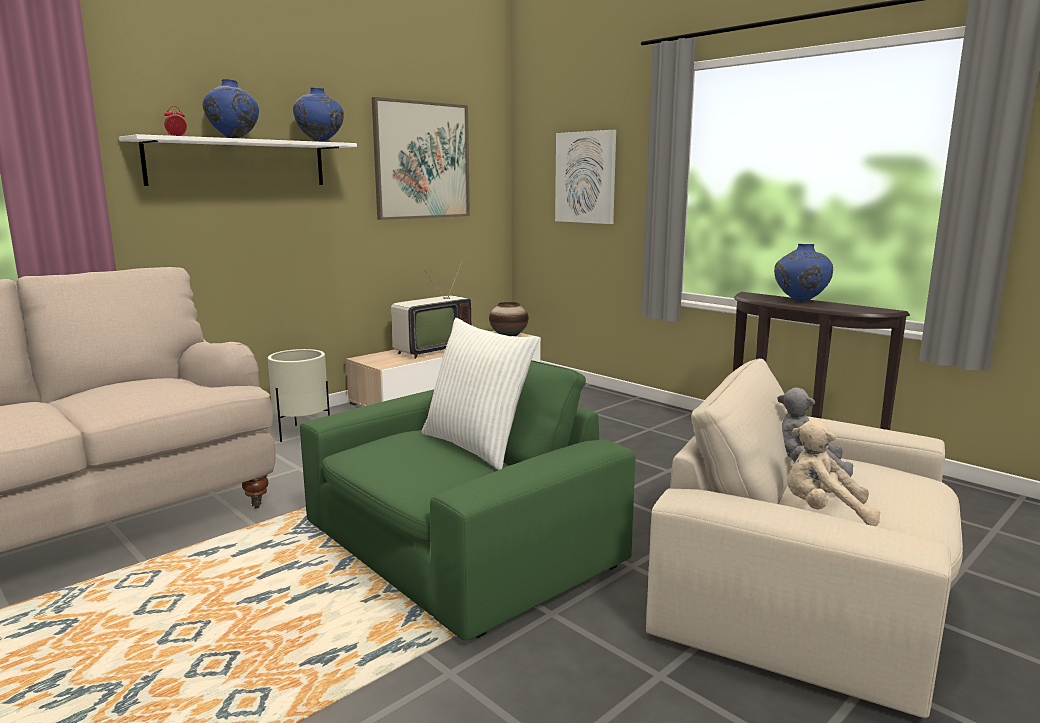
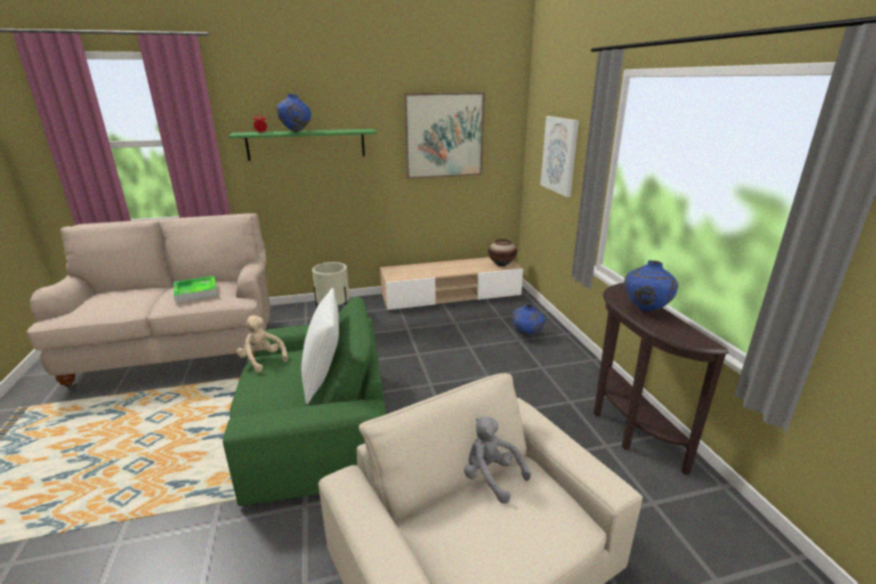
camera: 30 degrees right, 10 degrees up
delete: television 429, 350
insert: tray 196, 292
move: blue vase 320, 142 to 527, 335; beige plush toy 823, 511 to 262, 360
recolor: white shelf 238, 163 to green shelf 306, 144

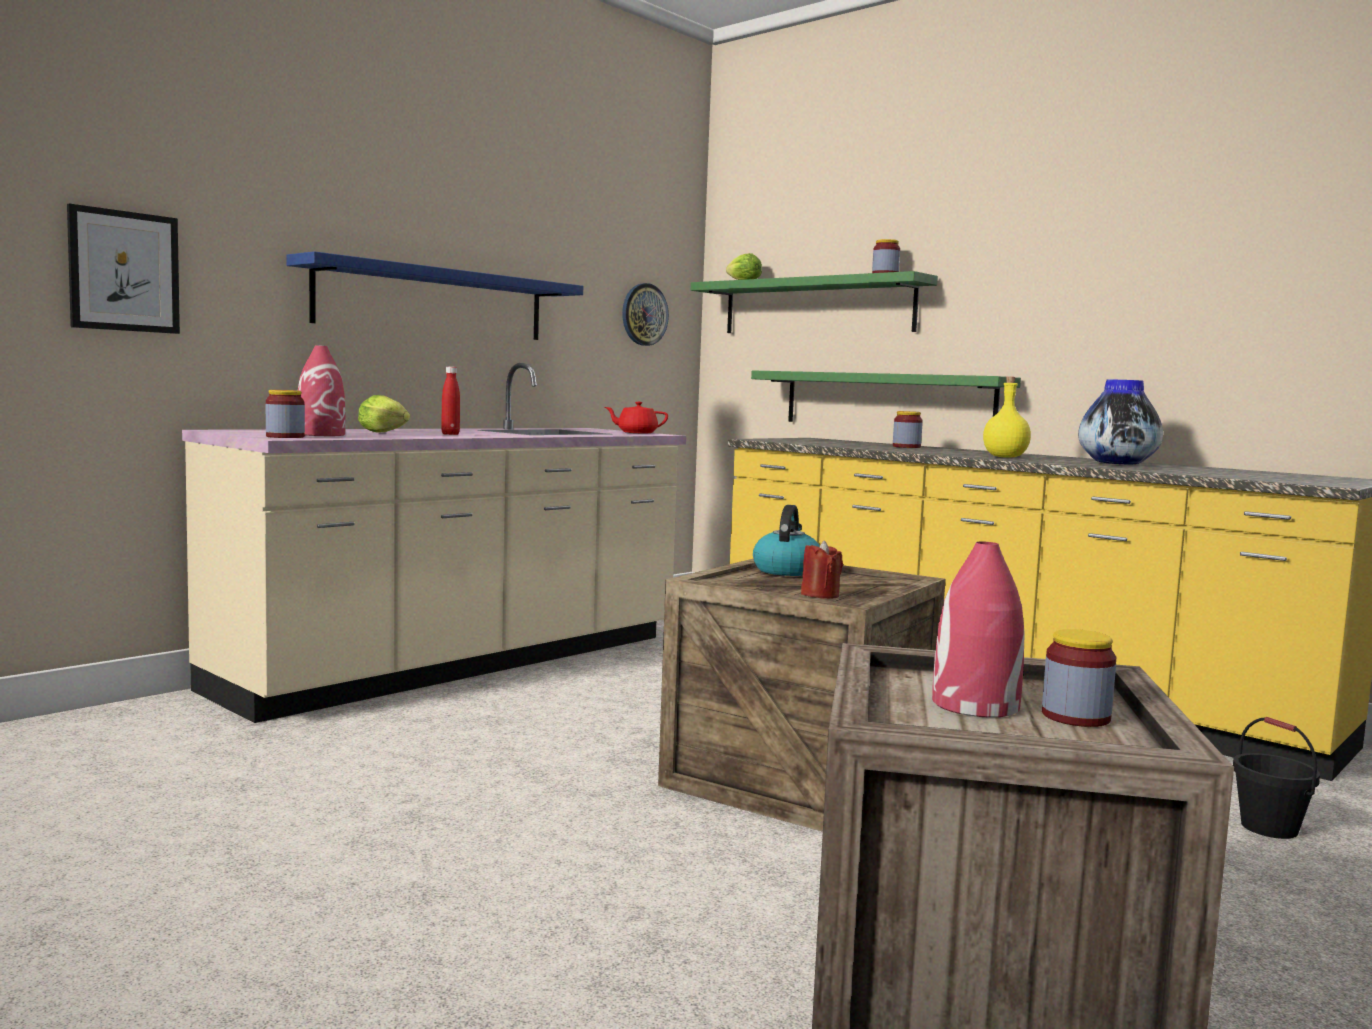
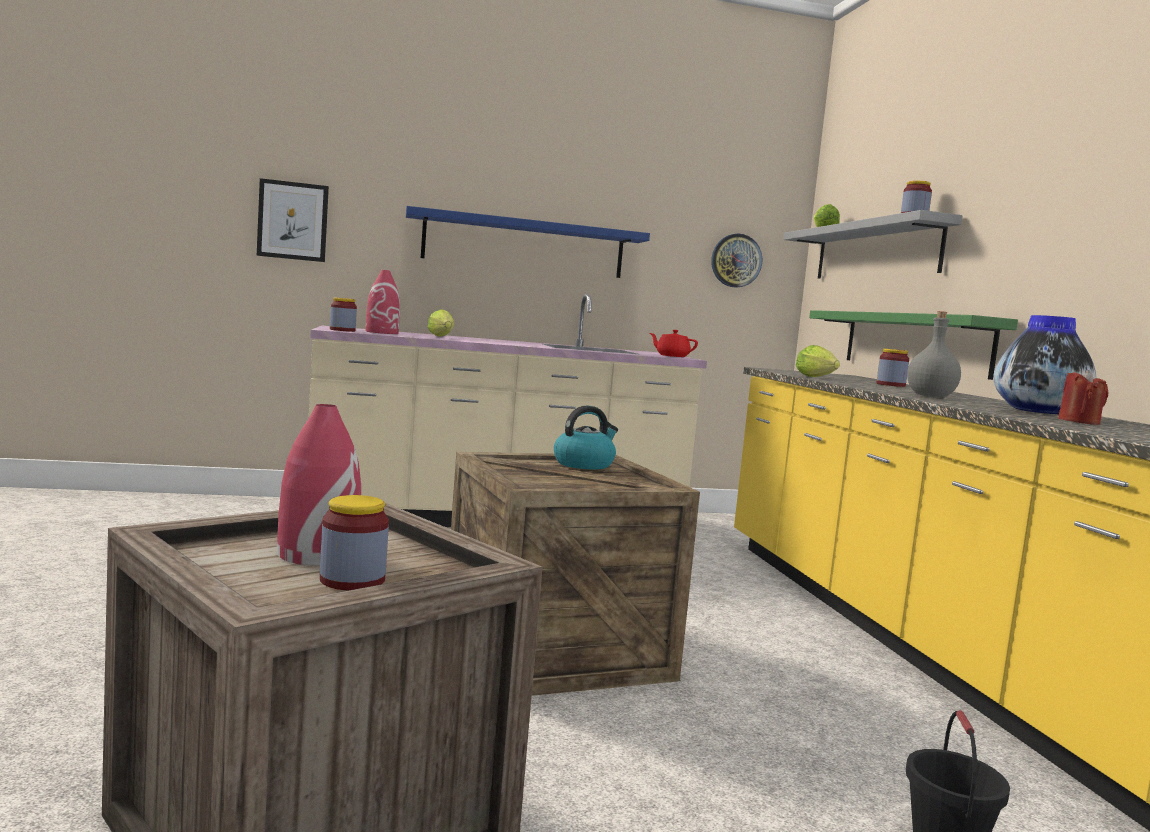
camera: 35 degrees right, 0 degrees up
delete: red bottle 450, 434
insert: lettuce 817, 377
move: red candle 820, 595 to 1079, 422
recolor: green shelf 816, 307 to grey shelf 875, 251; yellow bottle 1004, 457 to grey bottle 930, 396

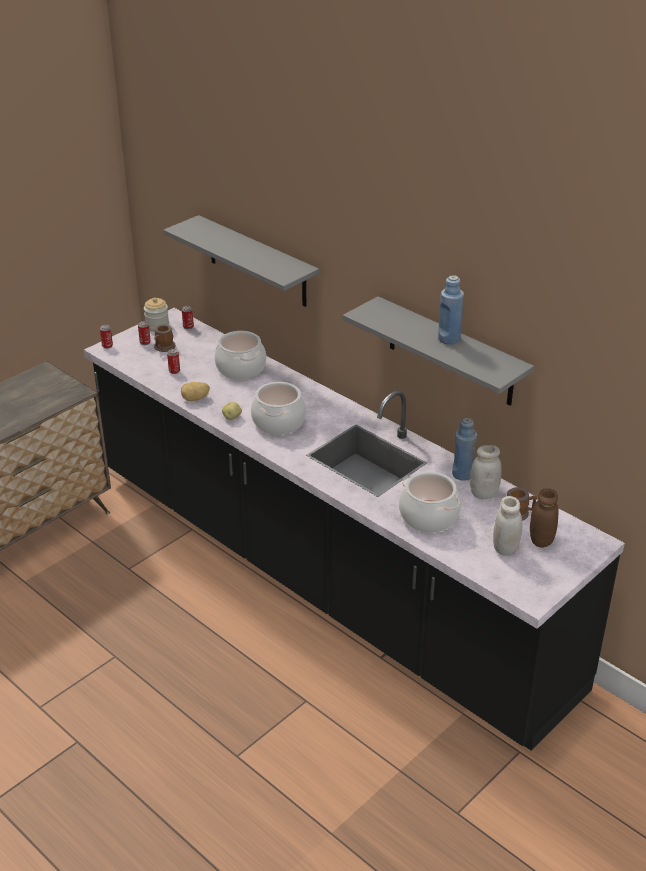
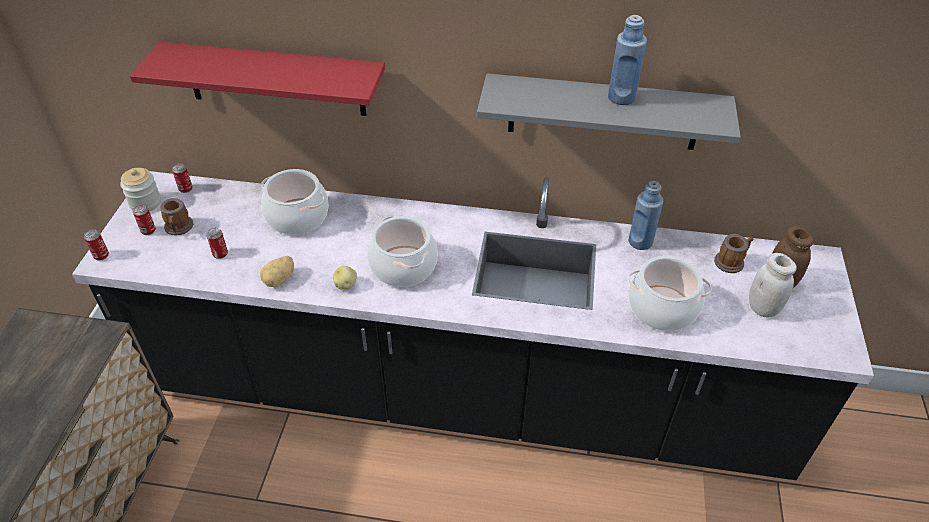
camera: 35 degrees left, 10 degrees up
delete: white jar 483, 494
recolor: grey shelf 257, 262 to red shelf 275, 79

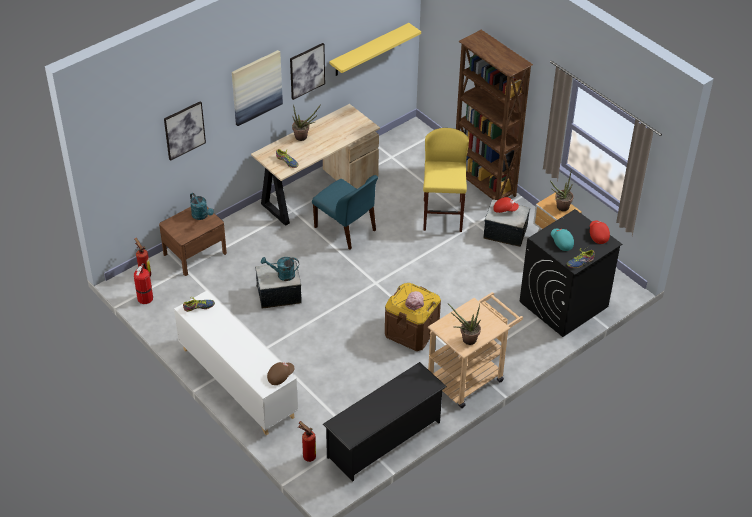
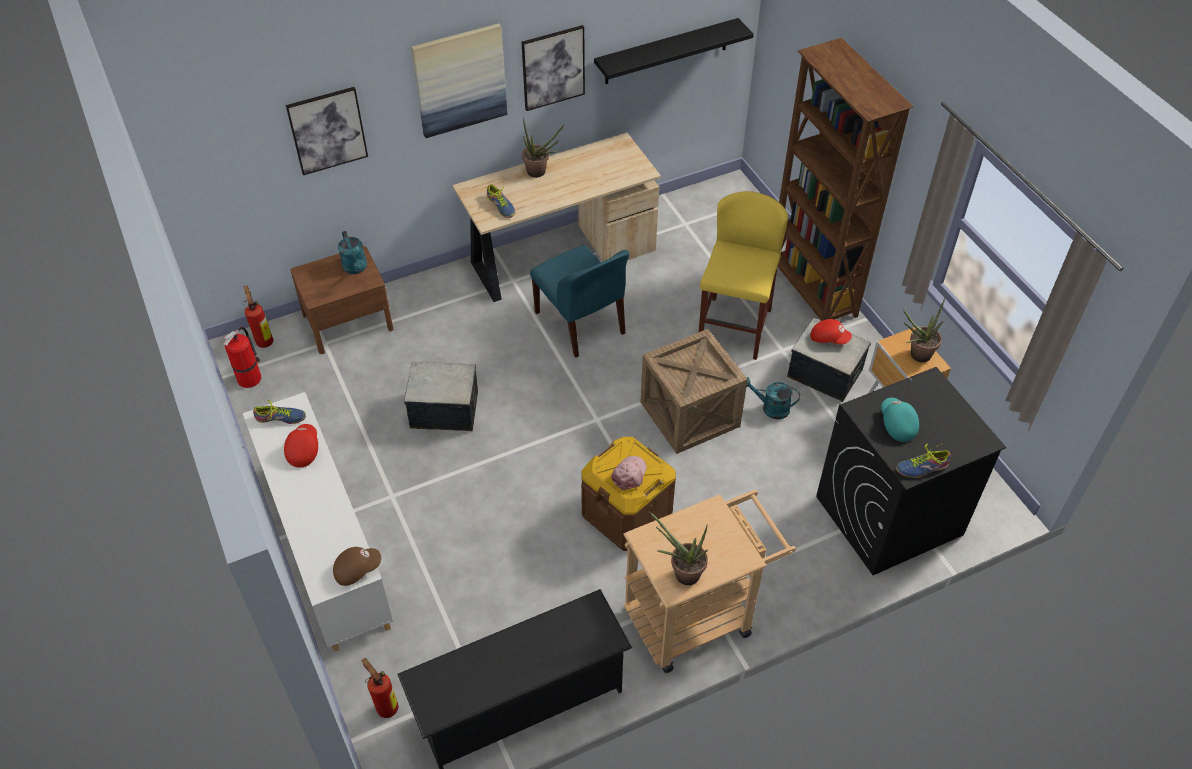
camera: 15 degrees right, 5 degrees up
insert: crate 690, 414
move: red cap 597, 235 to 303, 450; turquoise watering can 282, 275 to 770, 408
recolor: yellow shelf 369, 50 to black shelf 666, 52

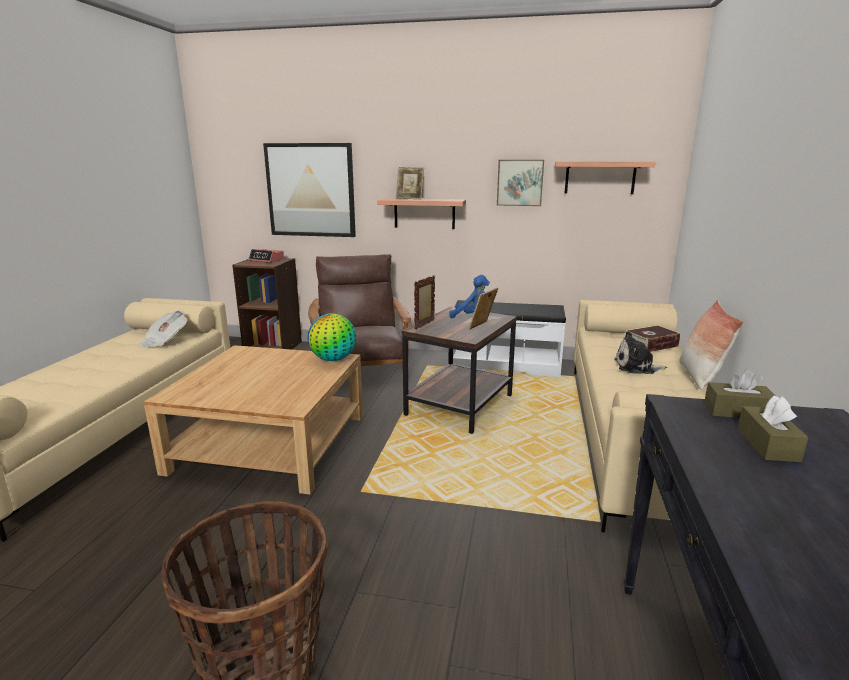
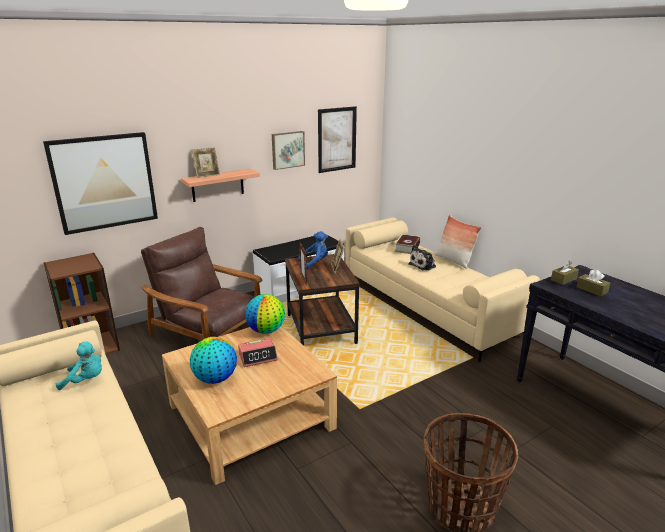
camera: 45 degrees left, 5 degrees up
insert: globe 215, 379
move: alarm clock 267, 260 to 258, 357
replace: shelf 600, 177 to picture 337, 139; newspaper 164, 341 to turquoise plush toy 86, 380

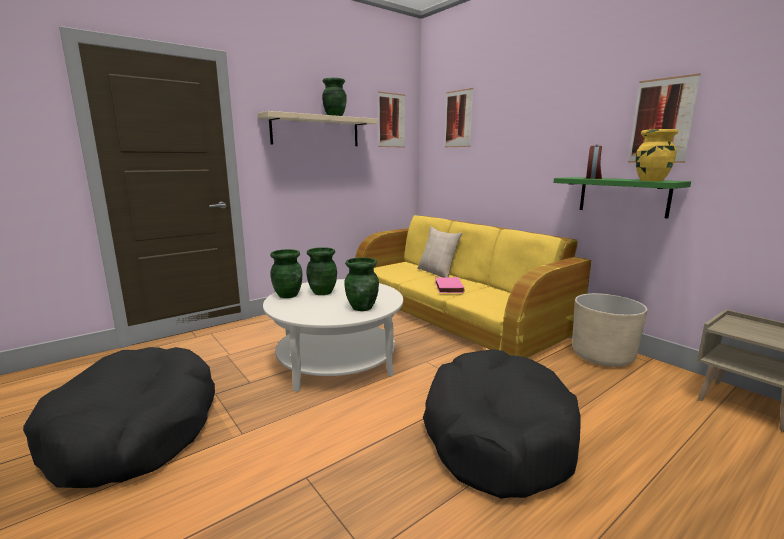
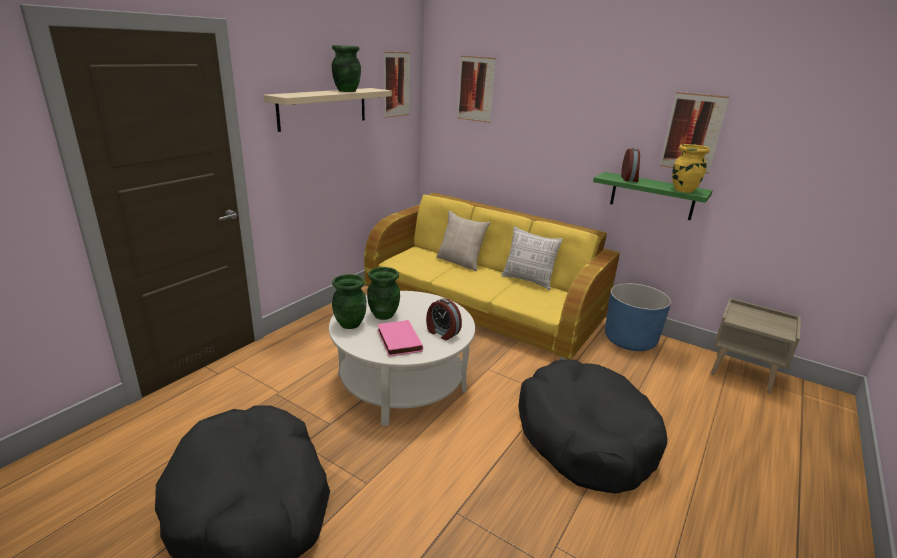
camera: 20 degrees left, 10 degrees up
insert: pillow 528, 280
move: pink book 447, 287 to 397, 341
replace: green vase 362, 307 to alarm clock 442, 333
recolor: beige planter 602, 356 to blue planter 630, 340

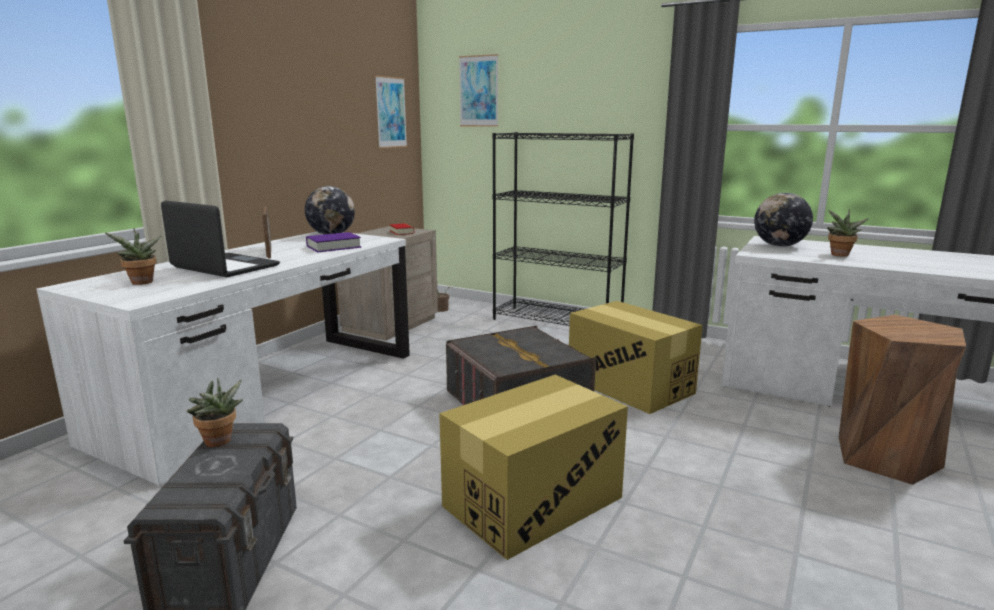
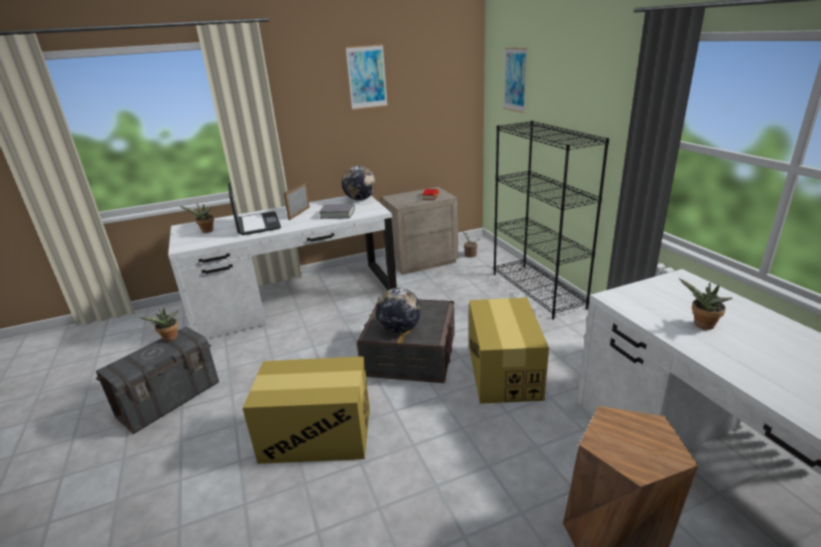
camera: 40 degrees right, 10 degrees up
move: picture 391, 112 to 367, 77; globe 779, 246 to 399, 329
recolor: purple book 333, 247 to grey book 337, 214

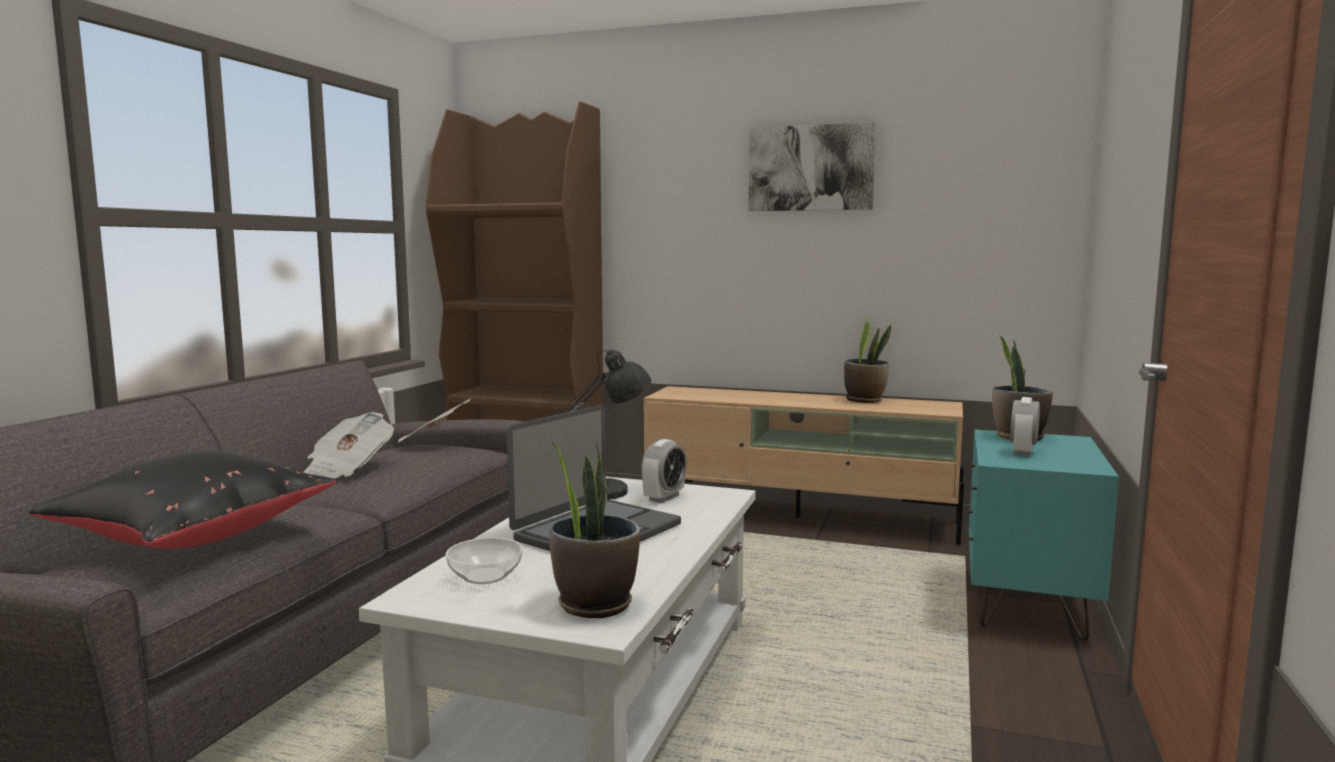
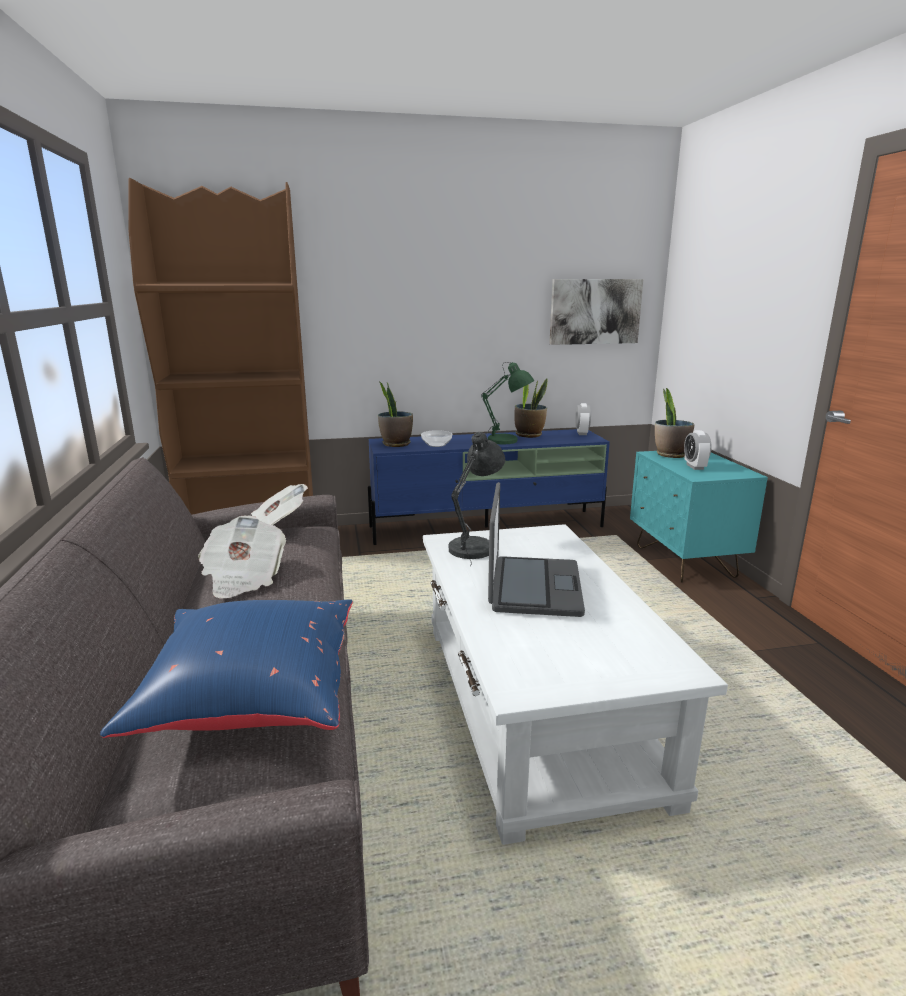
camera: 30 degrees left, 10 degrees up
insert: green table lamp 506, 441
move: picture 811, 168 to 595, 311; alarm clock 664, 498 to 581, 433; potted plant 594, 604 to 396, 444; bowl 485, 576 to 436, 444
recolor: beige tv stand 799, 517 to blue tv stand 488, 526; black pillow 192, 537 to blue pillow 251, 697

